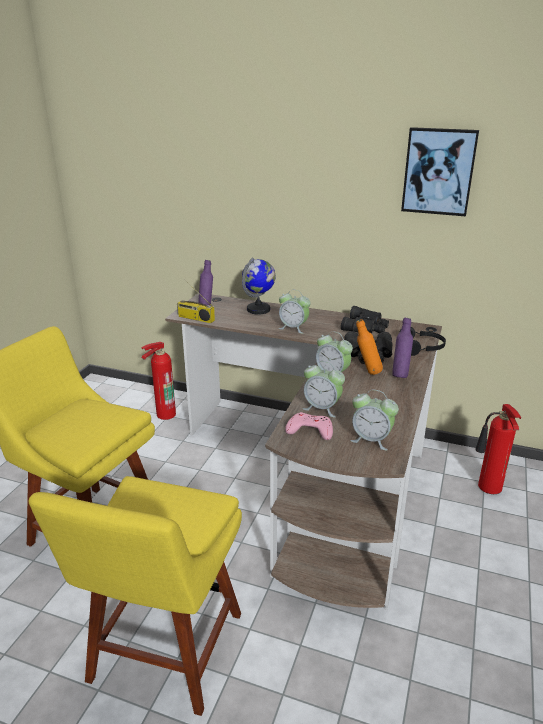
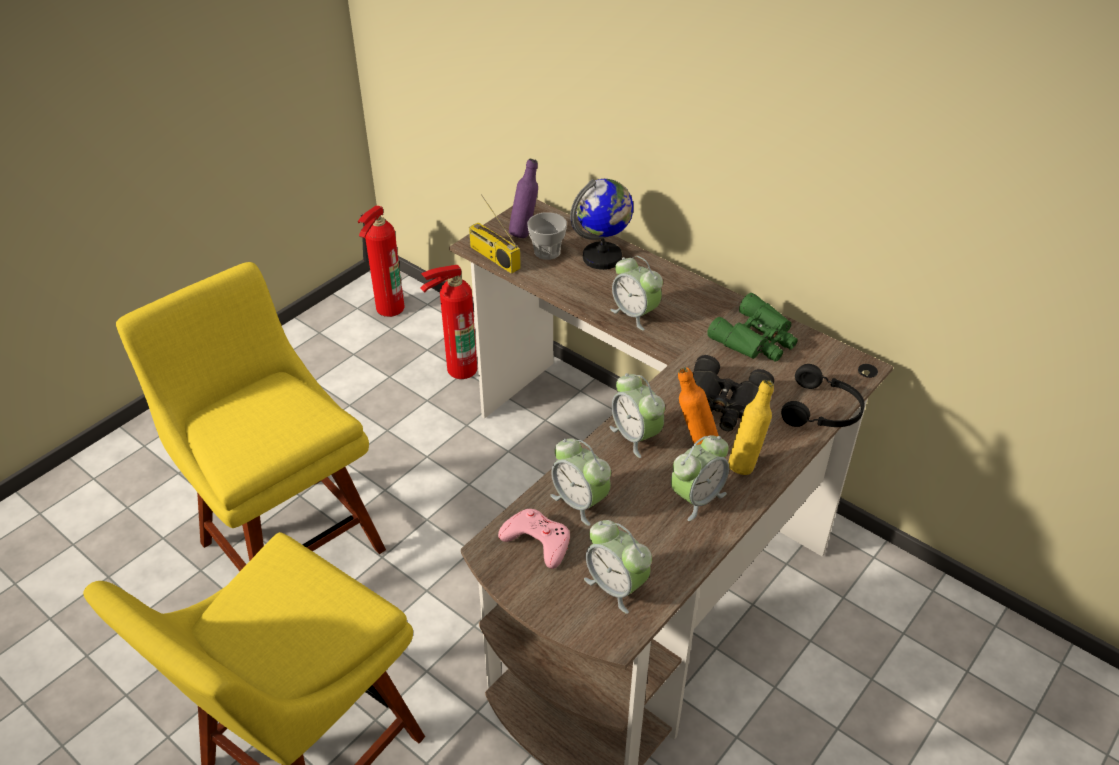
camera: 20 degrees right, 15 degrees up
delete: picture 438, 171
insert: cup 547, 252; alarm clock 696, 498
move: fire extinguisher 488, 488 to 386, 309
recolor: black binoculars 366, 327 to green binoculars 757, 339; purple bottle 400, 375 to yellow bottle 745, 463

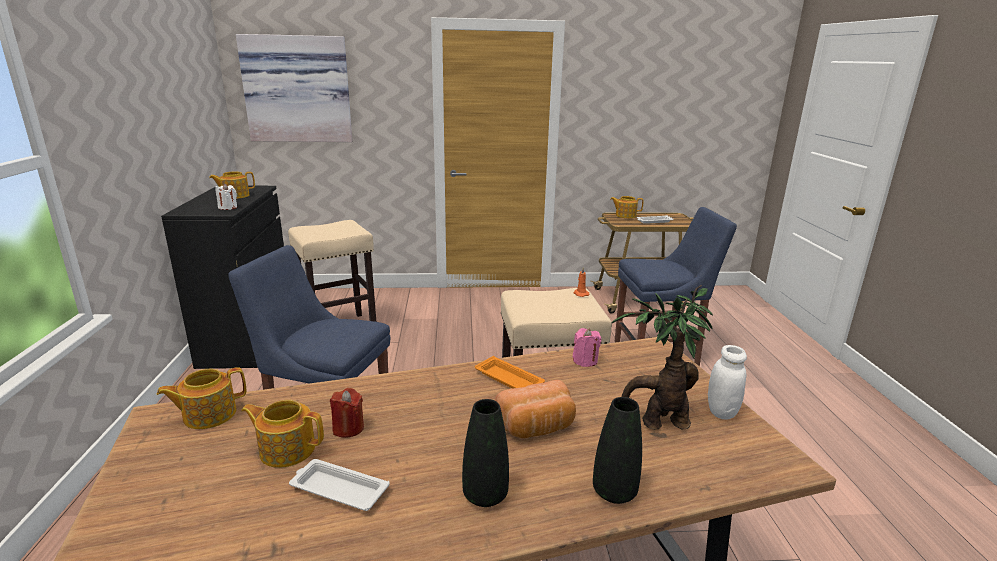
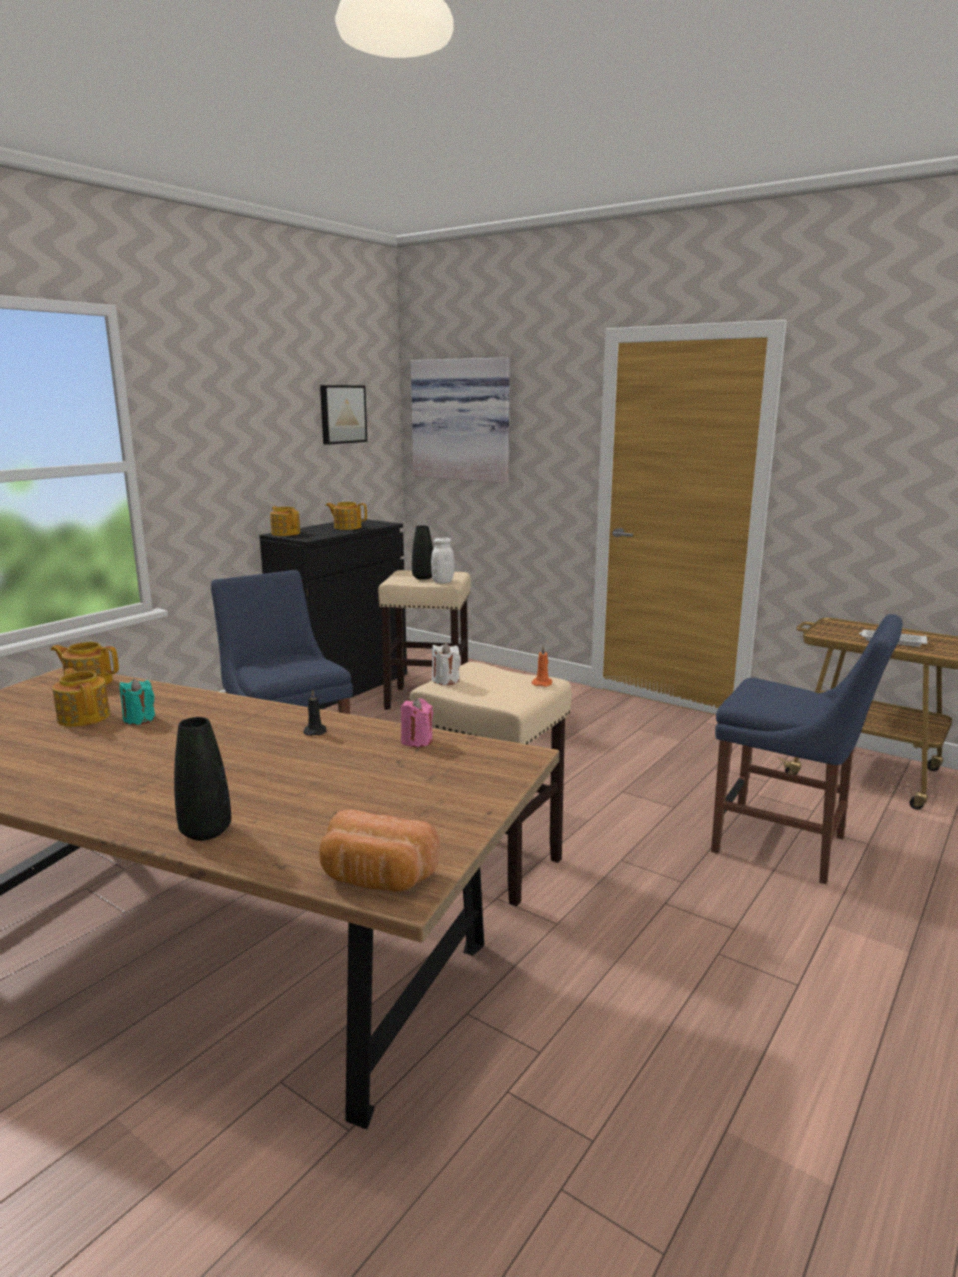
camera: 40 degrees right, 5 degrees down
delete: potted plant 658, 421; white tray 338, 489
insert: picture 342, 414
move: white candle 228, 207 to 445, 680; teapot 625, 215 to 286, 533; white jar 721, 412 to 442, 582; bread 537, 428 to 376, 879; black vase 485, 495 to 423, 578
replace: orange tray 510, 380 to black candle 315, 731
recolor: red candle 348, 428 to turquoise candle 139, 719

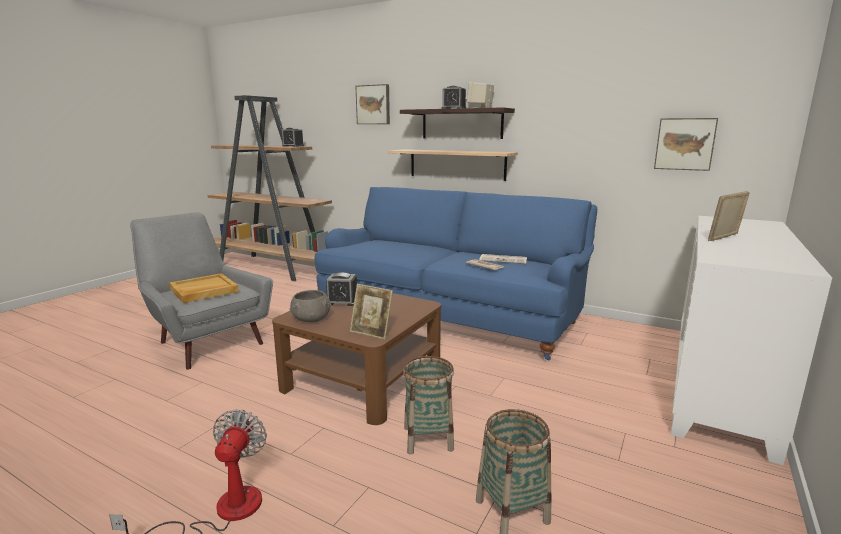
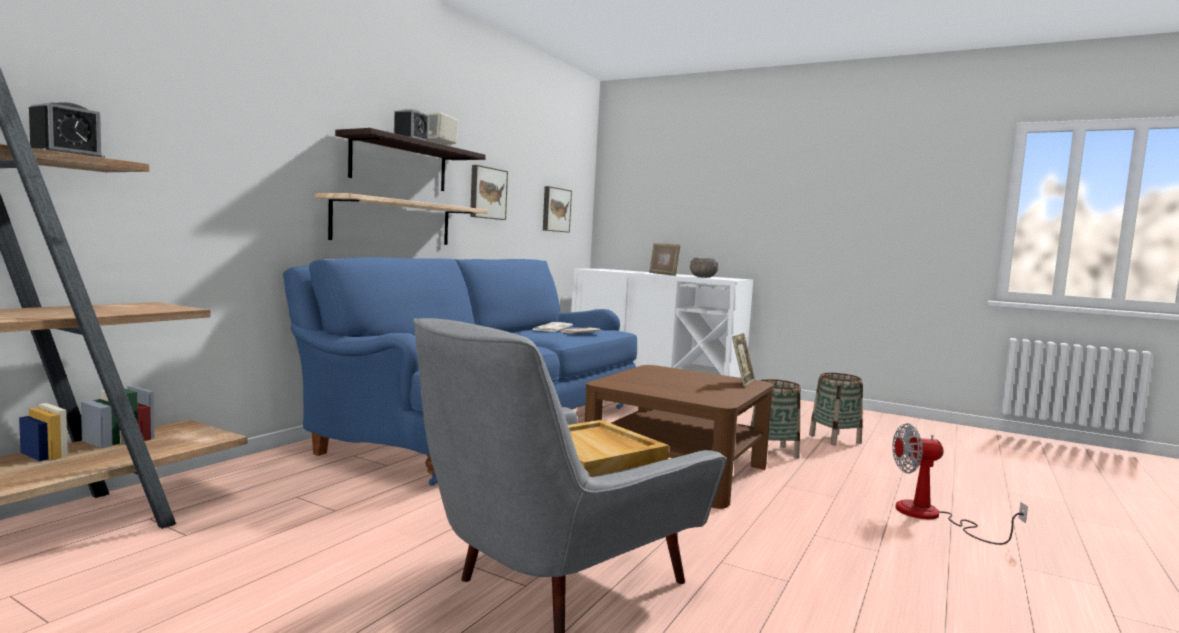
camera: 90 degrees left, 10 degrees down
delete: alarm clock 342, 301
move: picture 373, 104 to 487, 193; grey bowl 311, 319 to 703, 277

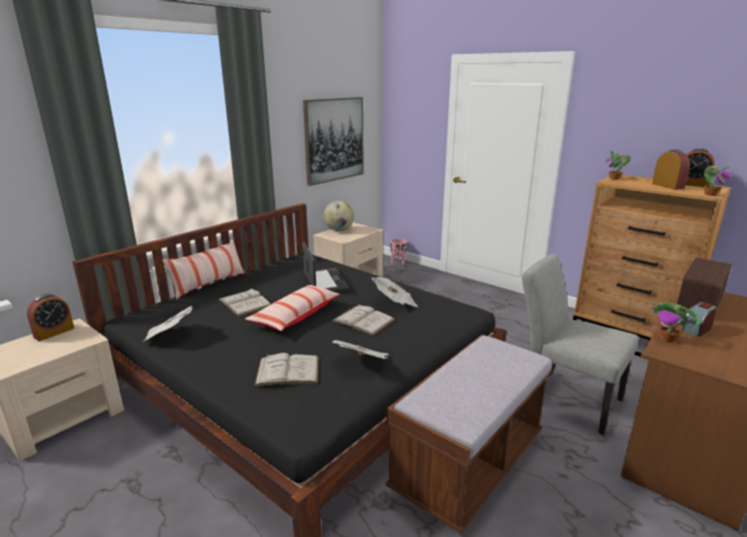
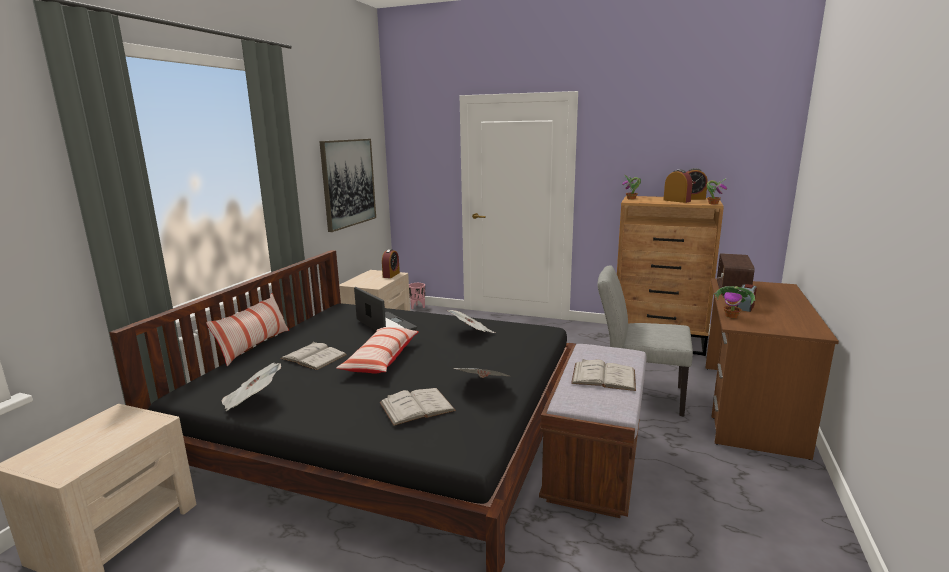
camera: 20 degrees left, 5 degrees down
delete: globe 339, 230
move: alarm clock 54, 332 to 391, 275; white book 363, 320 to 603, 376

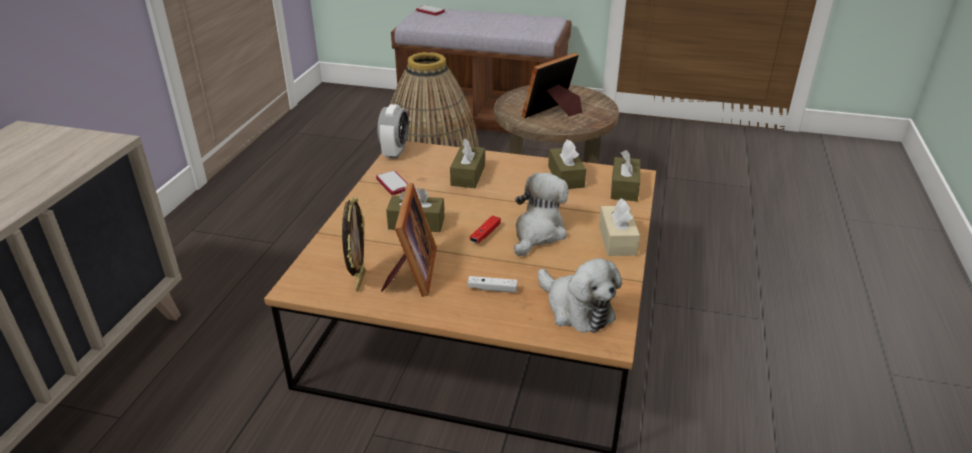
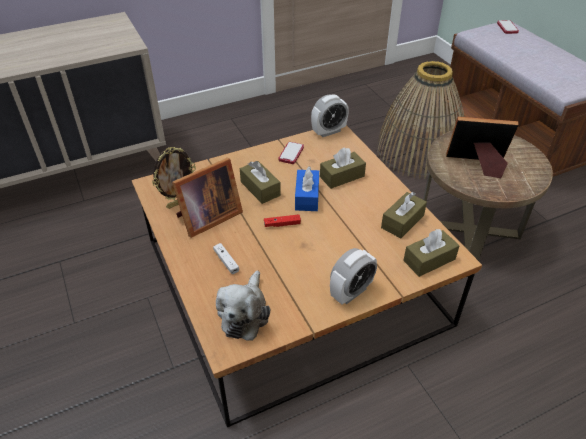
camera: 50 degrees right, 10 degrees up
delete: plush toy 538, 233
insert: blue tissue box 307, 197
replace: beige tissue box 617, 240 to alarm clock 351, 292

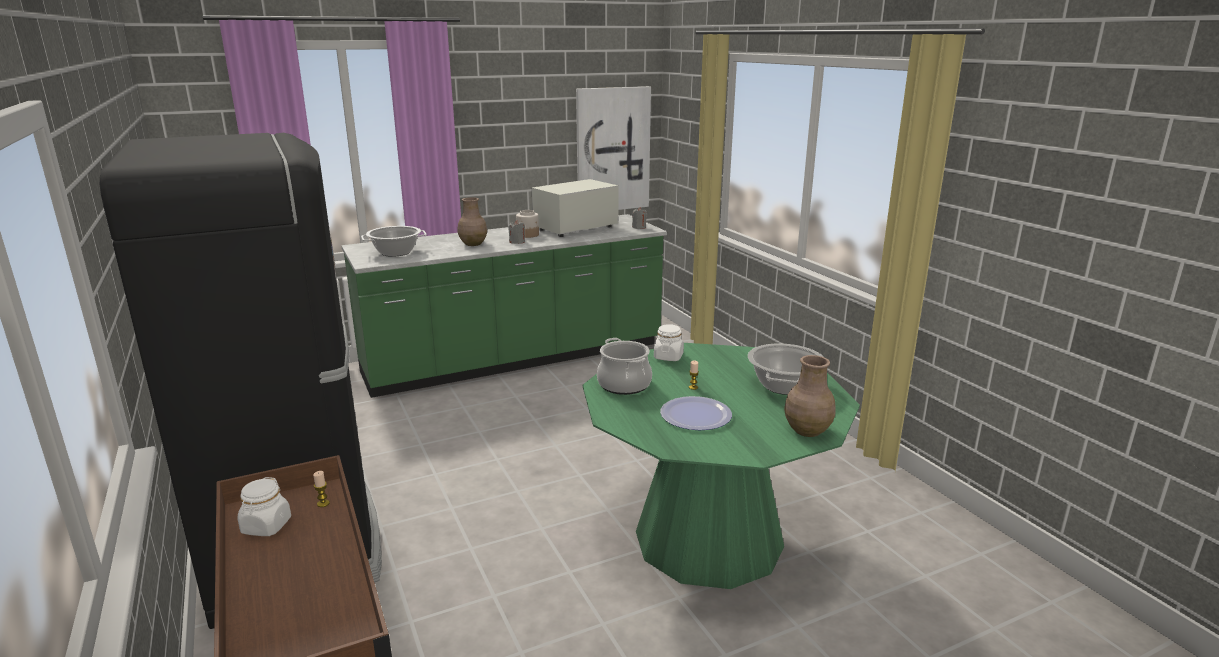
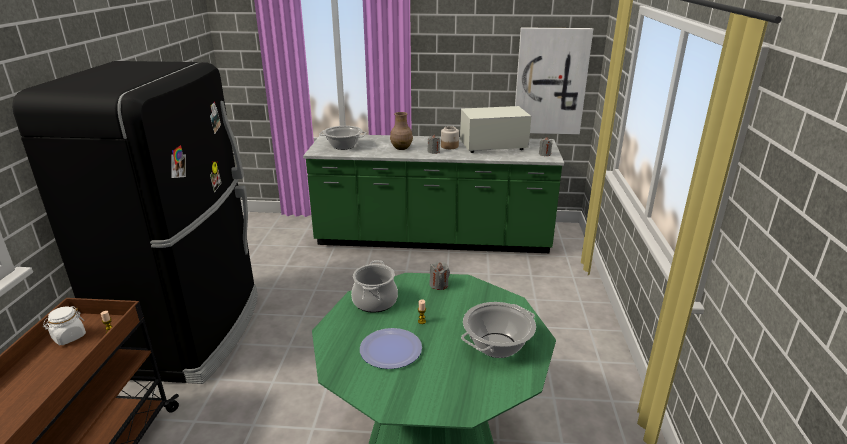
camera: 30 degrees right, 5 degrees up
delete: brown vase 807, 430
replace: white jar 668, 357 to grey candle 439, 285

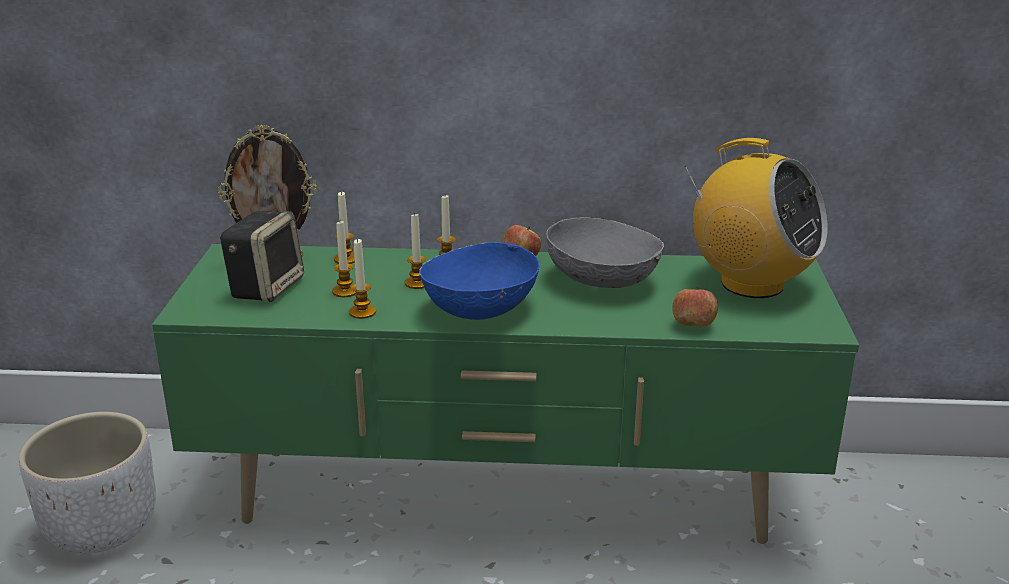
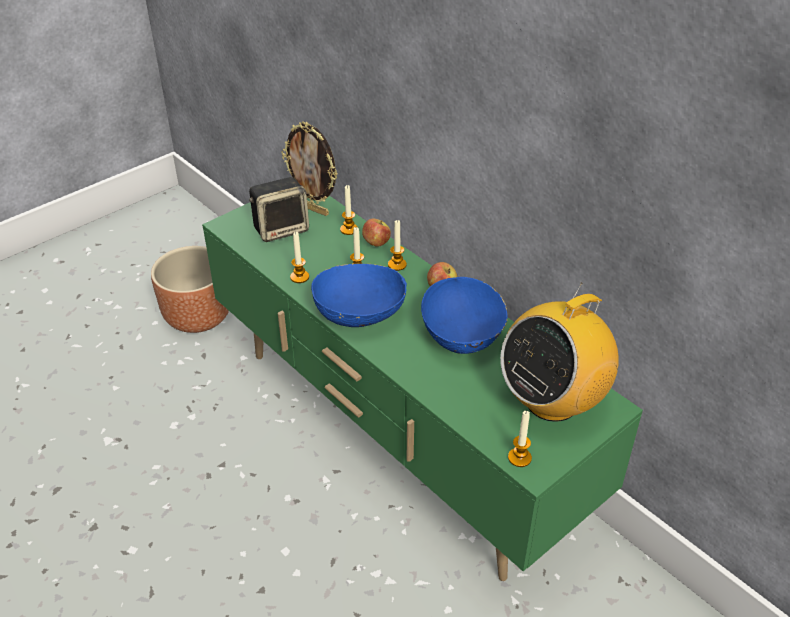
camera: 45 degrees right, 15 degrees up
move: candle 345, 291 to 519, 458; apple 693, 326 to 376, 243
recolor: grey bowl 603, 280 to blue bowl 463, 336; white planter 102, 528 to brown planter 199, 317
rotate: radio 751, 284 = 552, 401 60 degrees clockwise

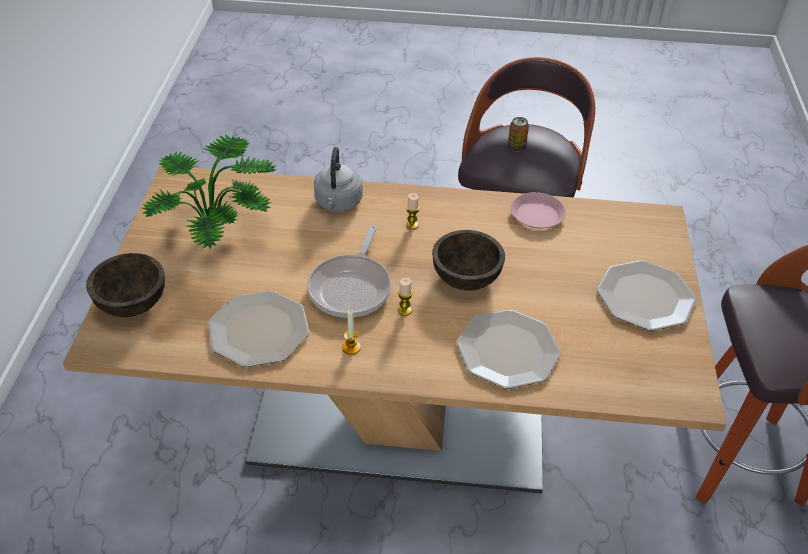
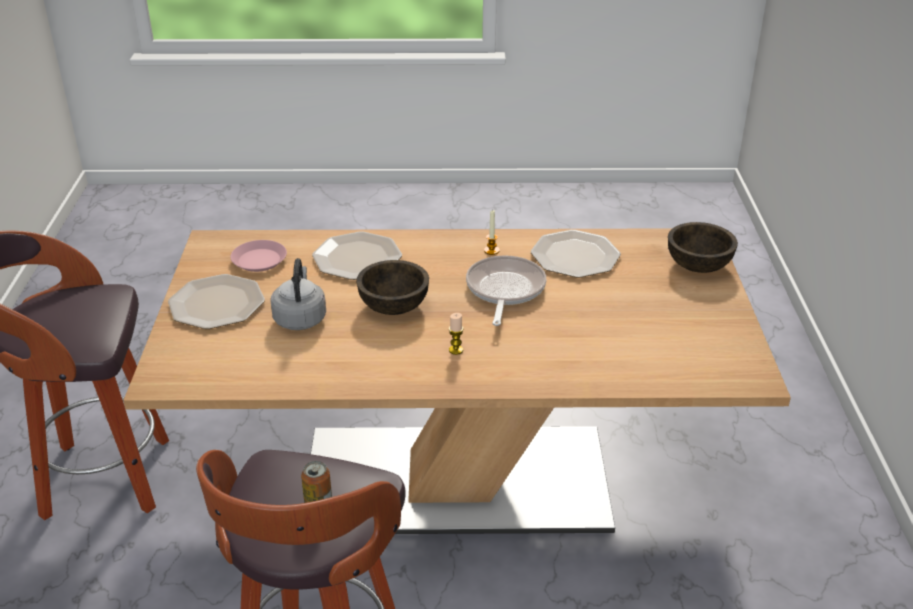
camera: 175 degrees right, 10 degrees down
delete: potted plant 219, 230; candle 404, 310
move: grey kettle 338, 203 to 300, 318; pink plate 537, 215 to 259, 260

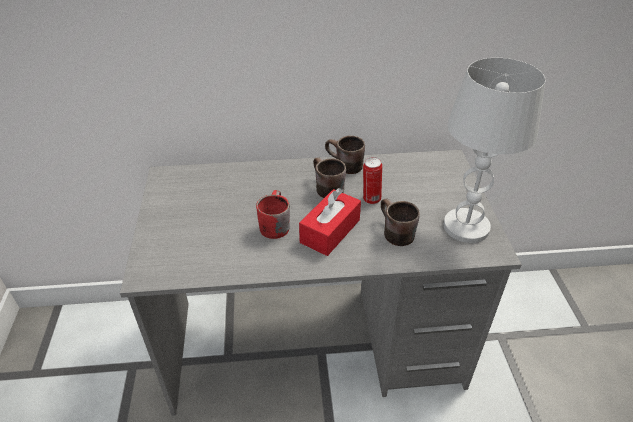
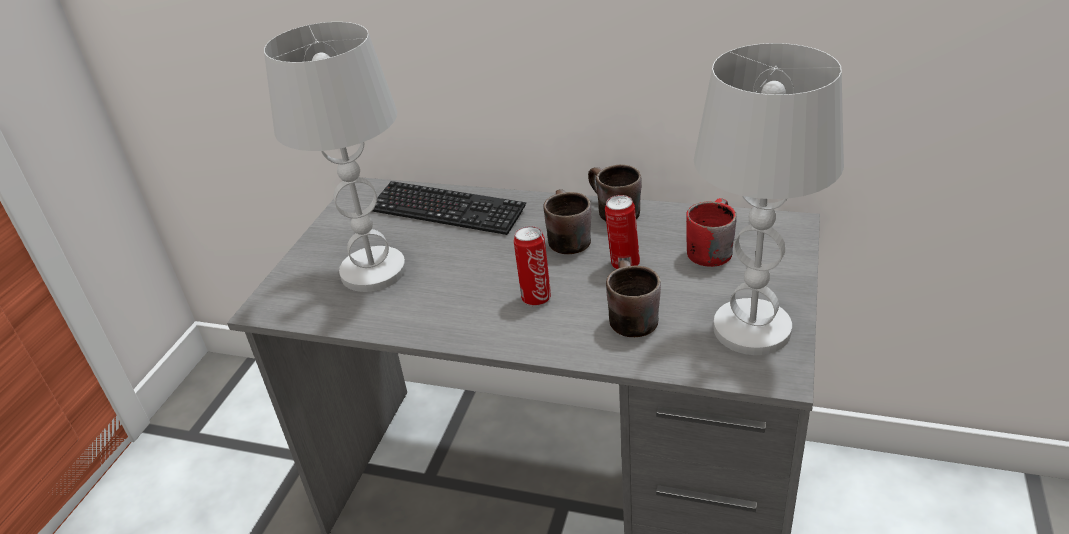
camera: 25 degrees right, 5 degrees down
insert: white table lamp 374, 271; keyboard 446, 210
move: red mug 272, 224 to 708, 248
replace: red tissue box 330, 231 to can 535, 297

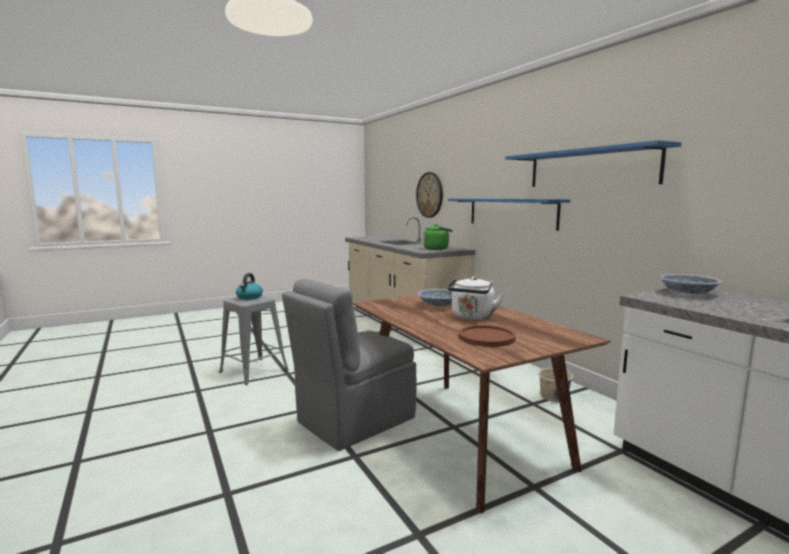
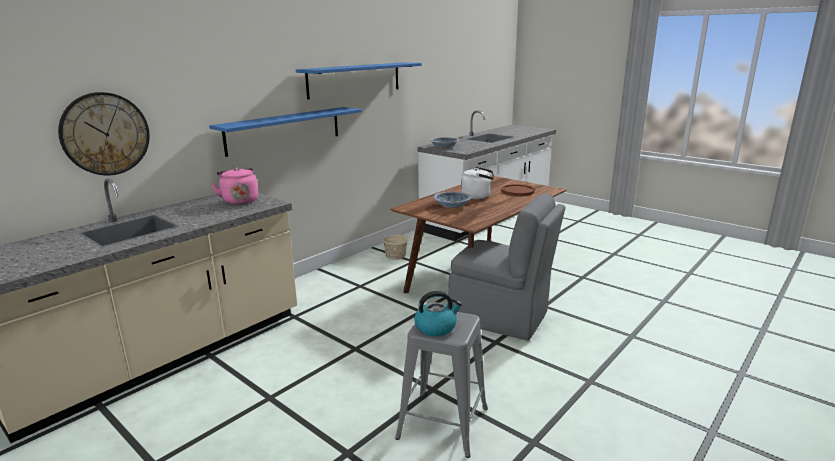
camera: 110 degrees left, 10 degrees up
recolor: green kettle 437, 249 to pink kettle 239, 201

